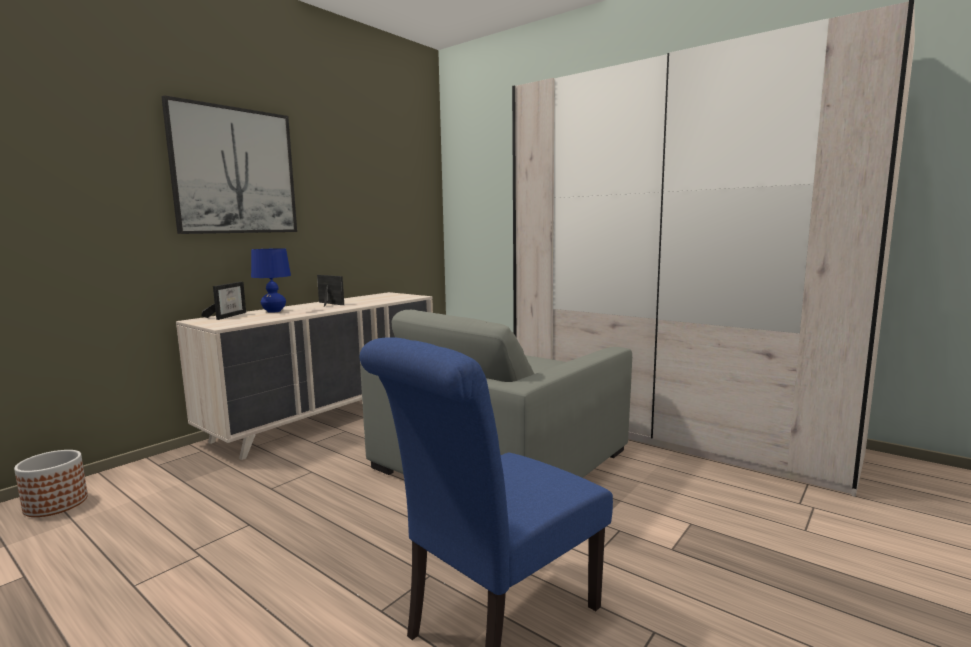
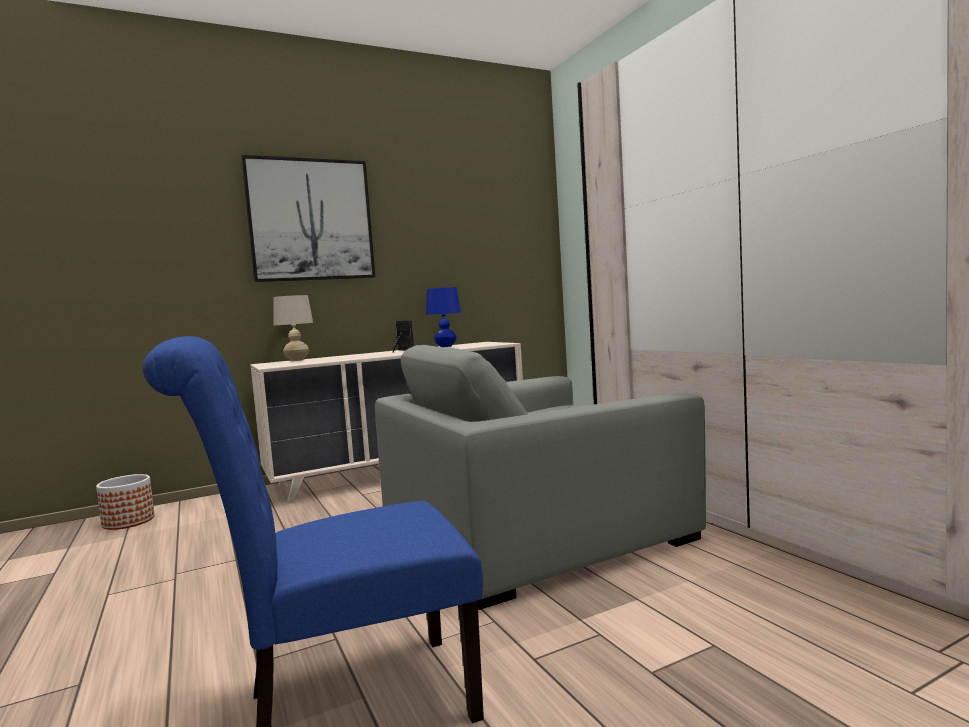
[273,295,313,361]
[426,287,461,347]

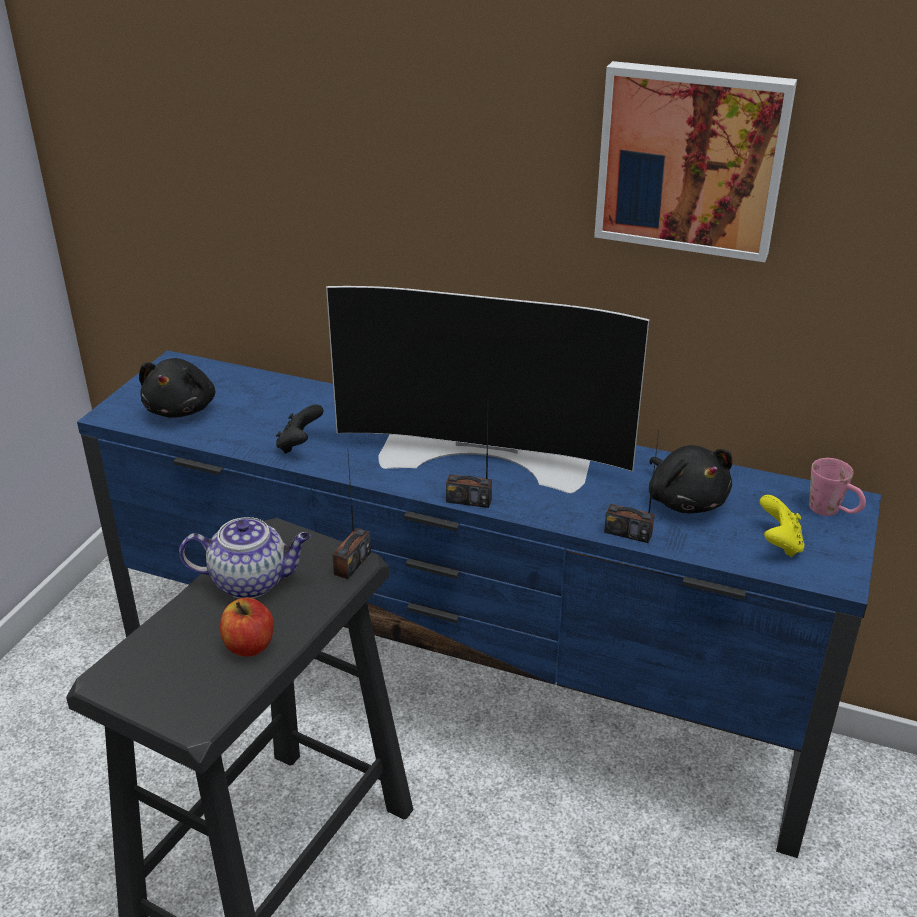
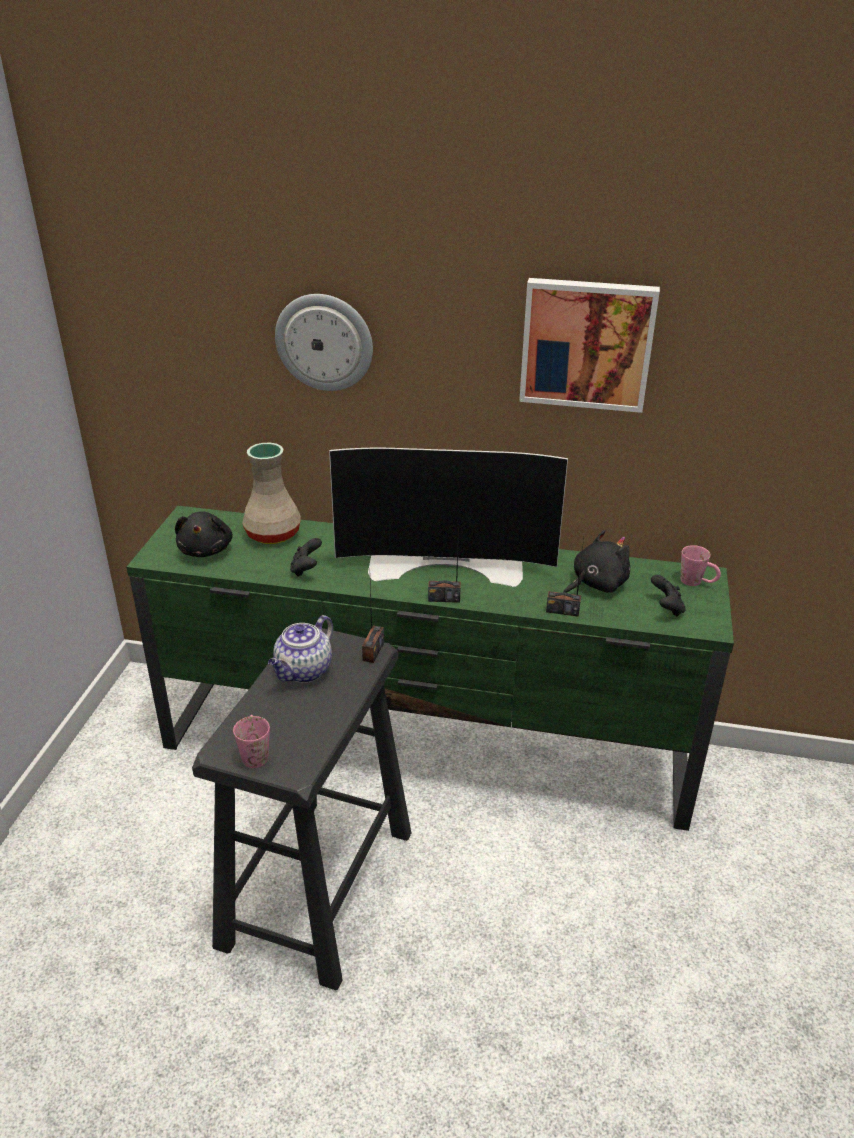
[127,506,734,831]
[268,615,333,683]
[220,598,274,657] (first image)
[564,530,630,593]
[651,575,686,617]
[233,715,270,768]
[242,443,301,544]
[275,294,373,391]

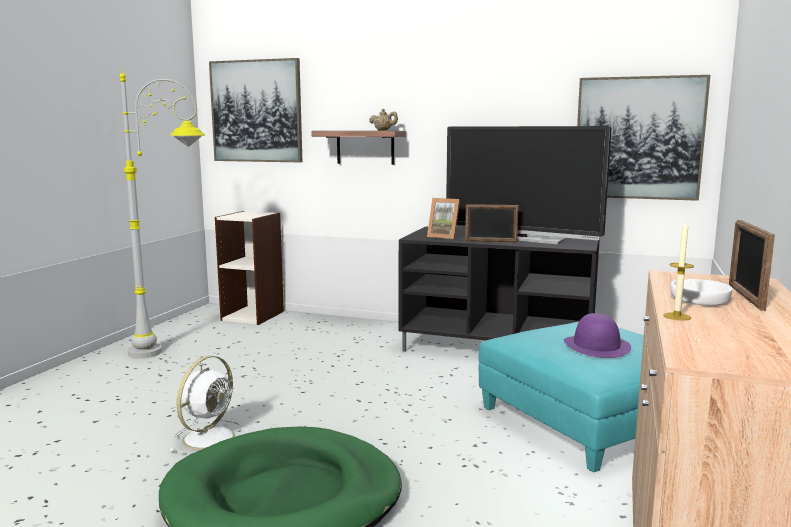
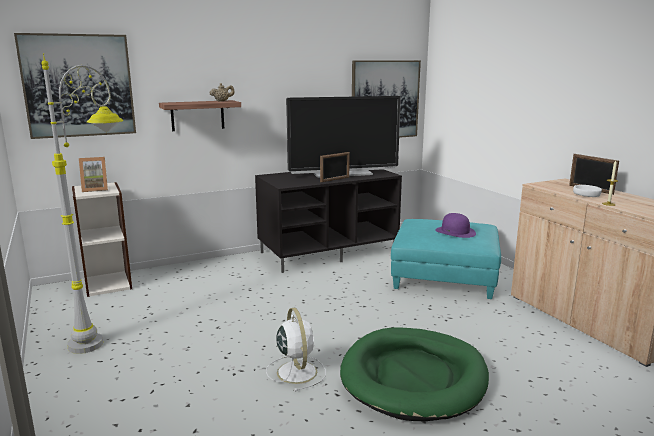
[79,157,108,192]

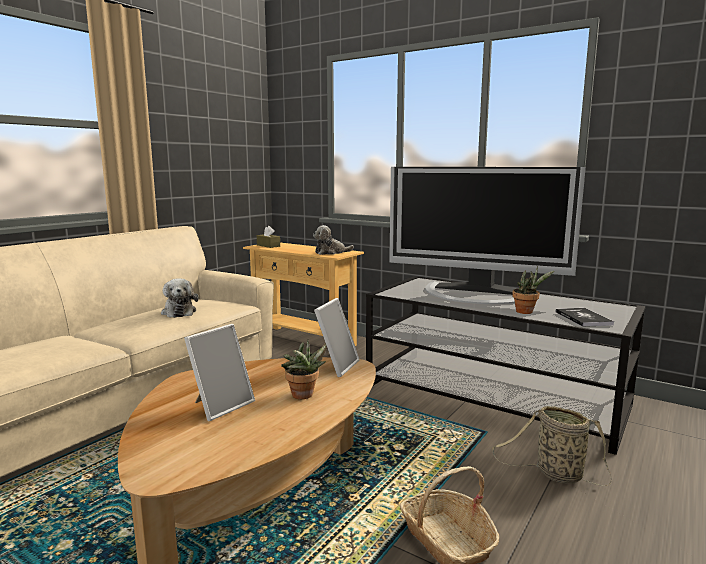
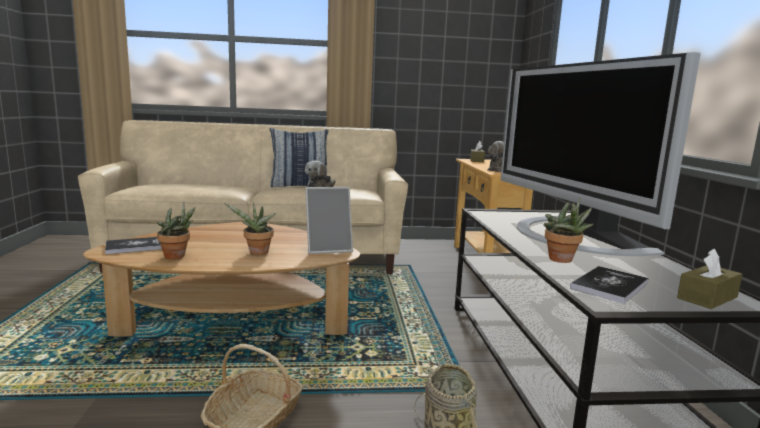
[184,324,255,421] (first image)
[105,237,162,254]
[157,202,196,259]
[270,128,329,187]
[677,248,742,309]

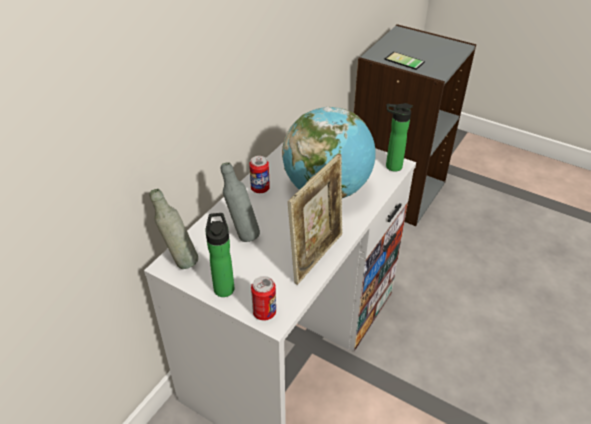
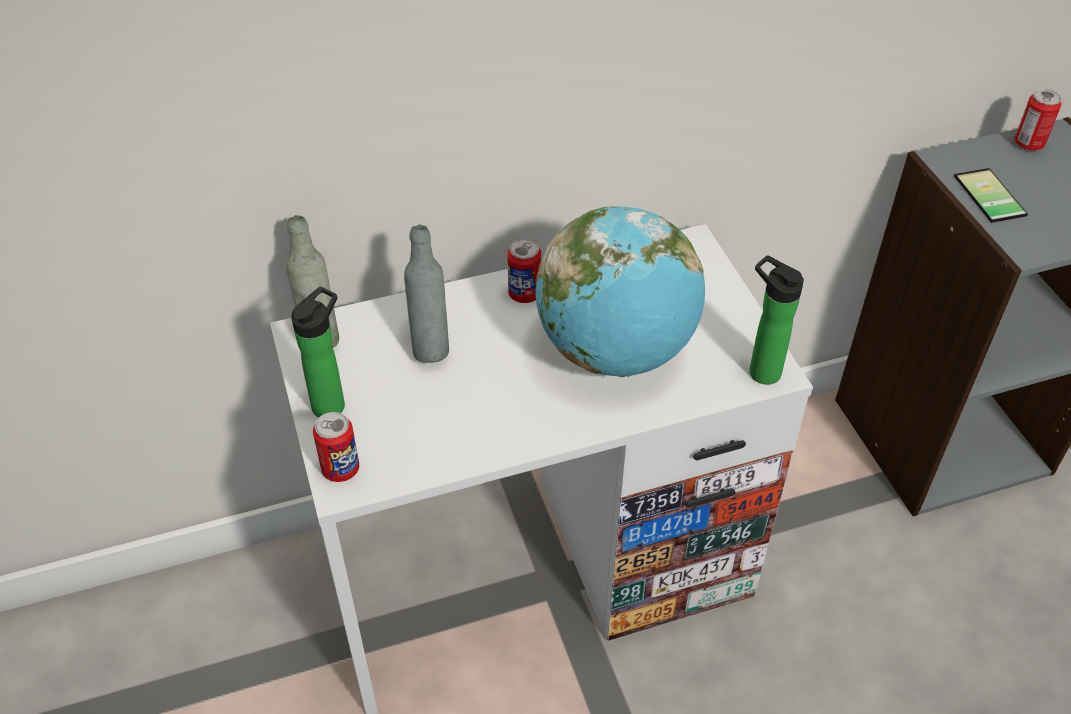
[288,154,343,285] (first image)
[1015,89,1061,151]

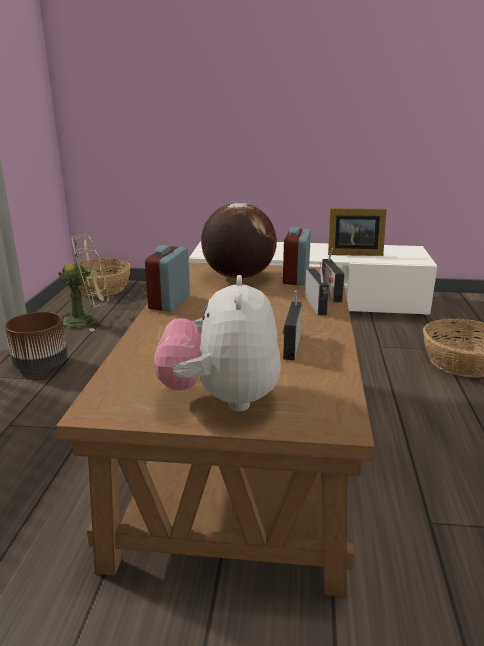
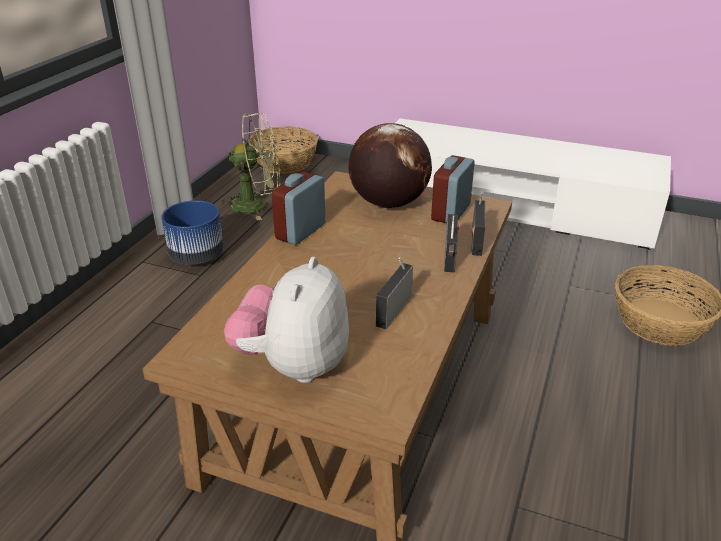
[161,200,224,265]
[328,208,387,256] (first image)

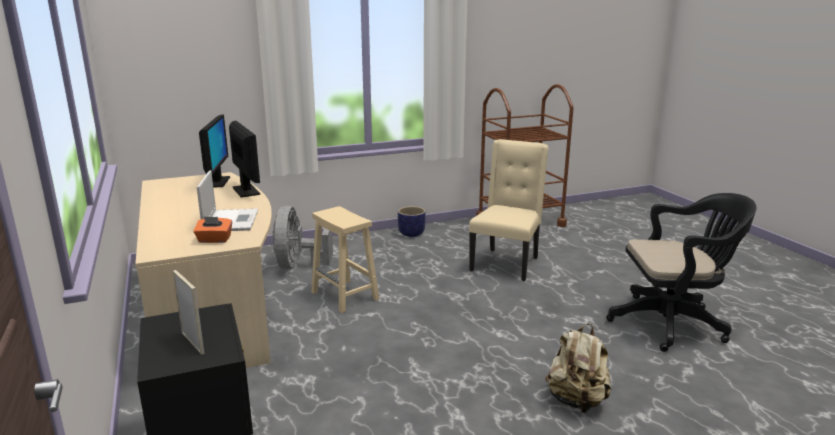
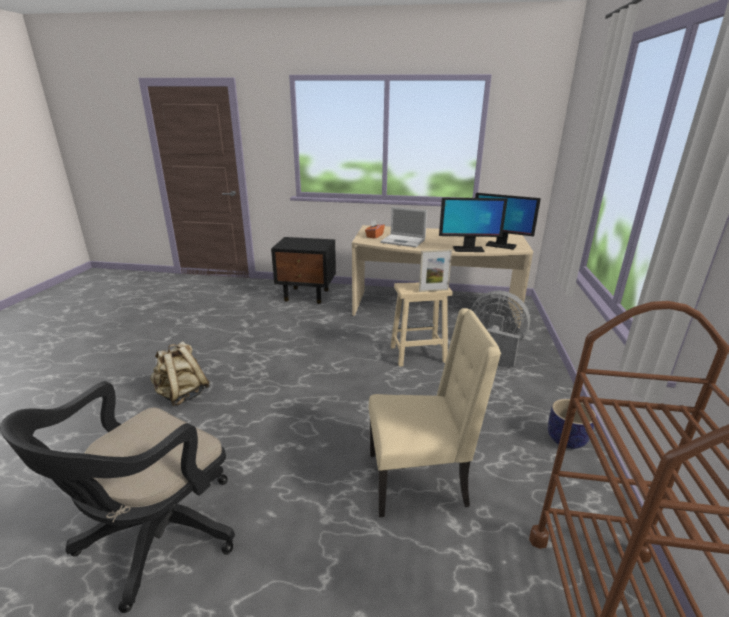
[419,249,452,292]
[368,308,501,517]

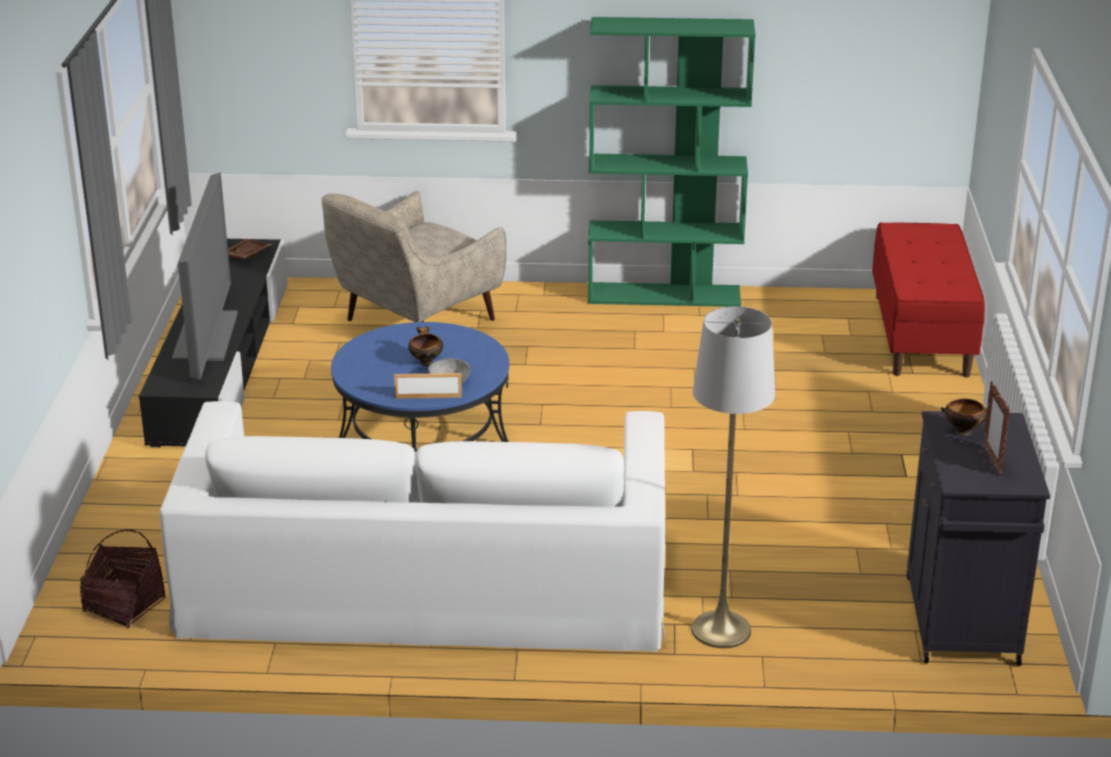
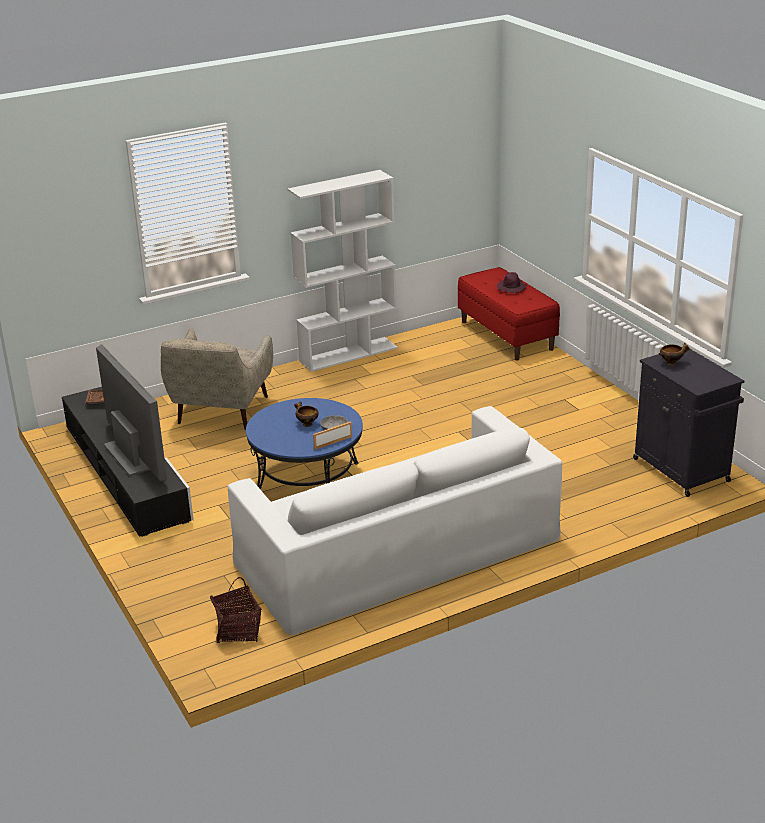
[288,170,398,372]
[692,306,775,648] (first image)
[983,381,1010,475] (first image)
[497,272,527,293]

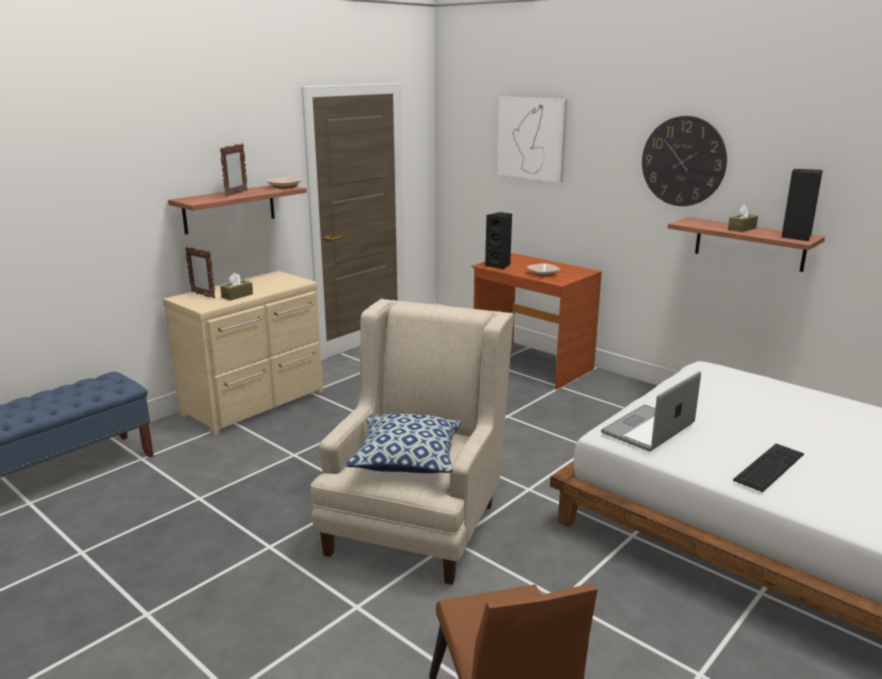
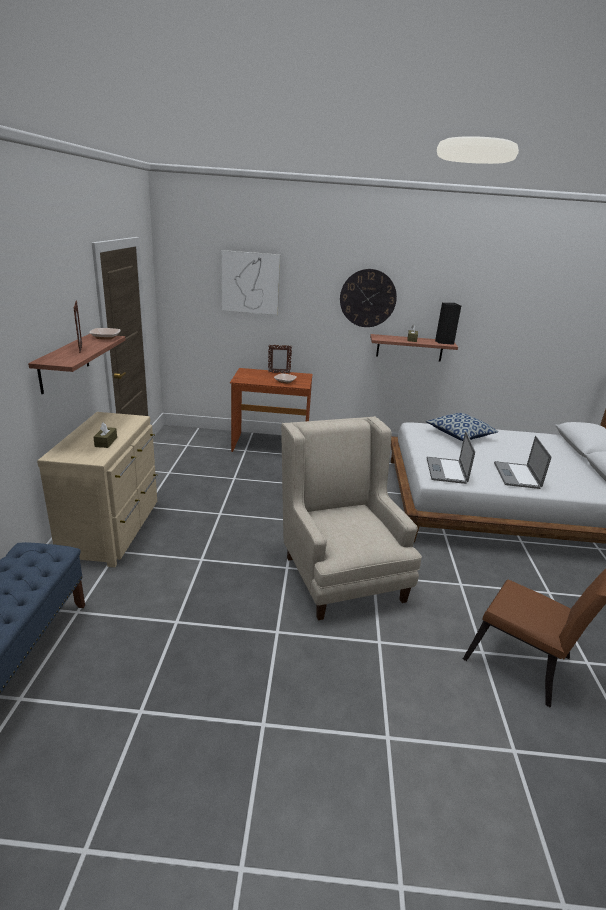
[268,345,292,374]
[426,413,499,441]
[485,212,512,269] (first image)
[494,436,551,489]

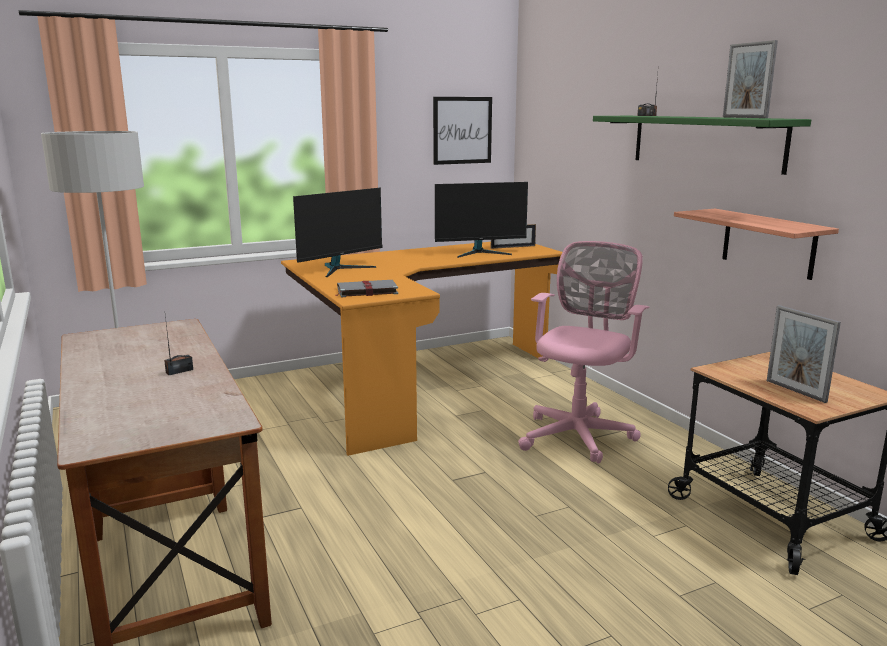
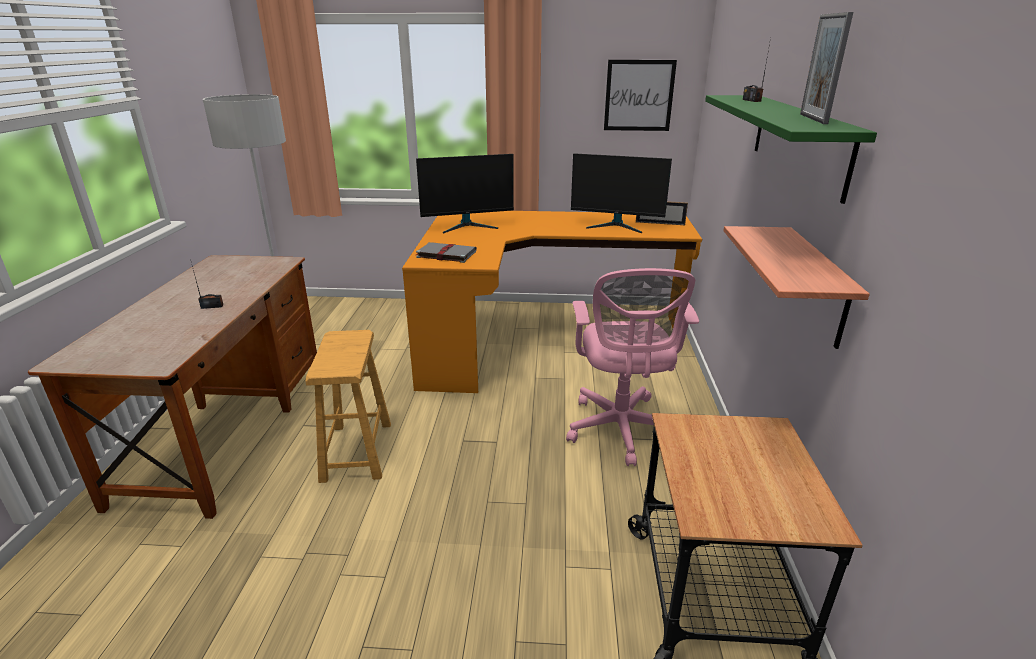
[566,268,699,466]
[767,305,841,403] (first image)
[305,330,391,483]

